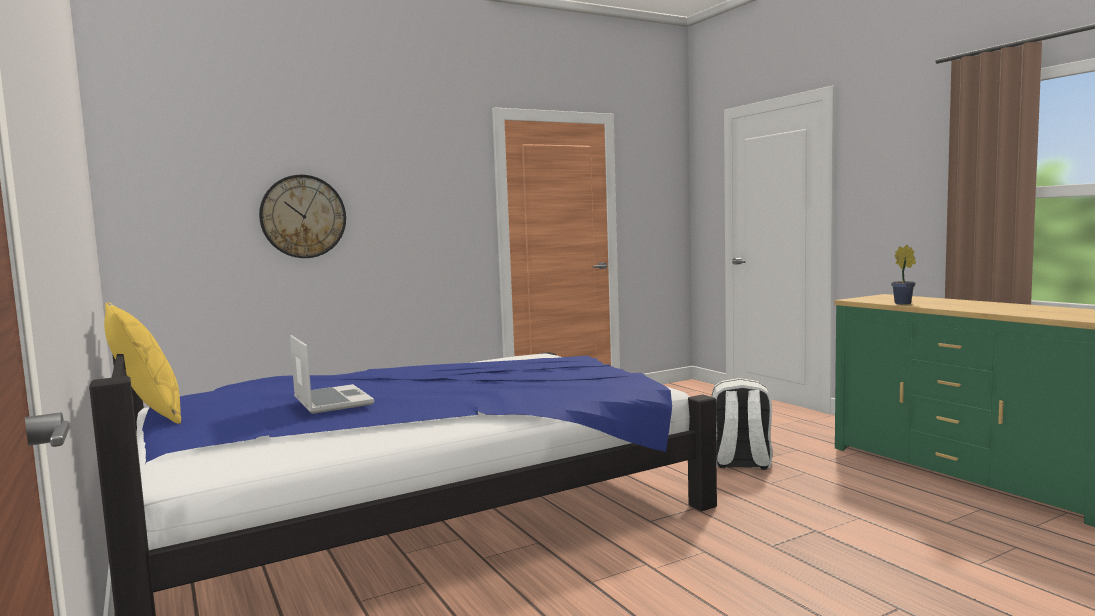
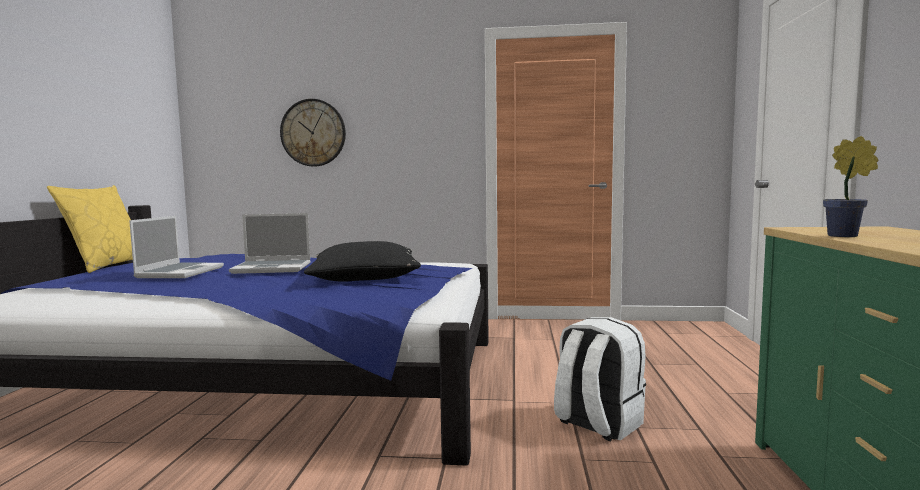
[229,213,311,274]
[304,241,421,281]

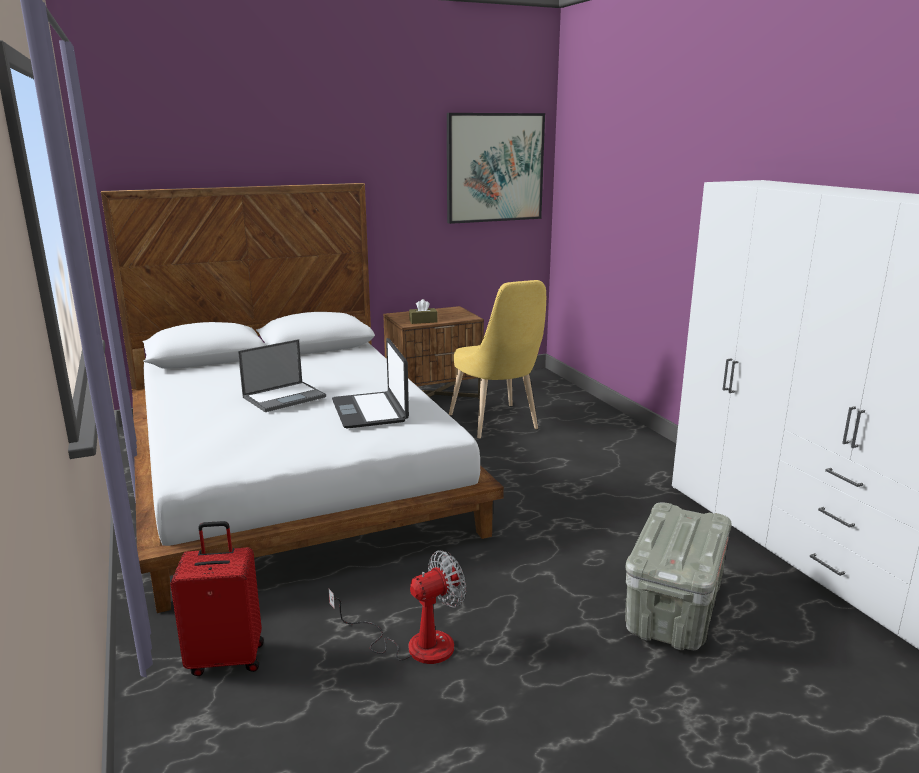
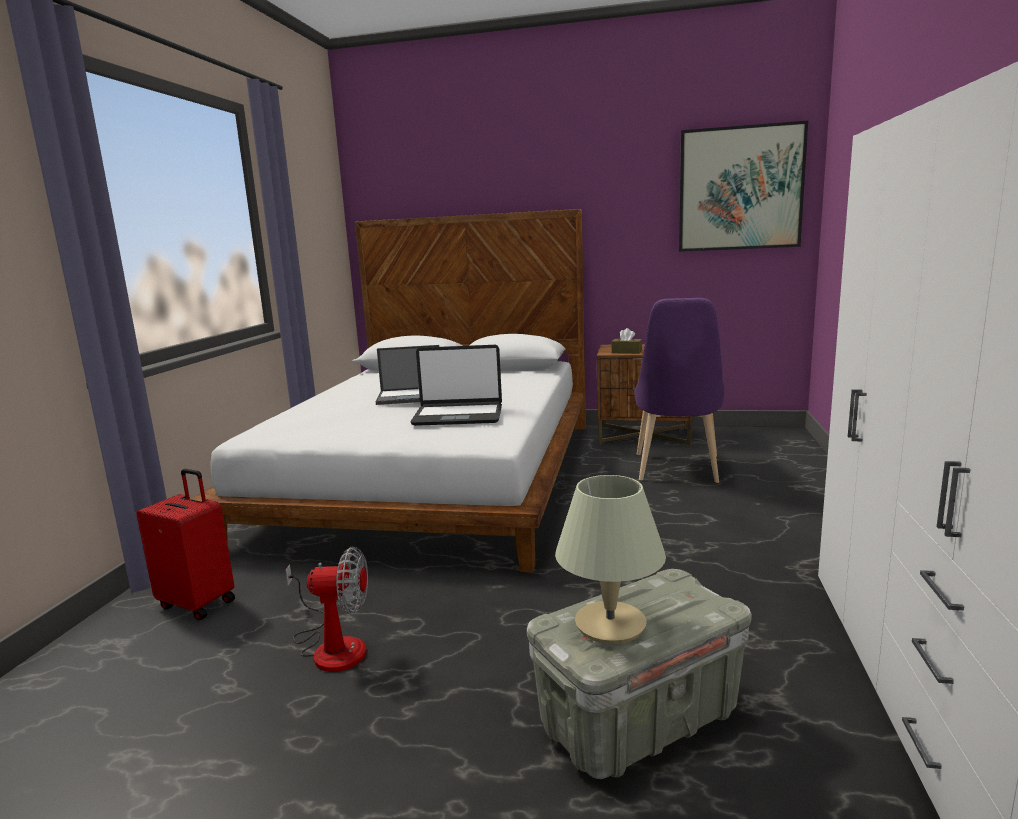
[410,345,502,426]
[634,298,725,483]
[555,475,666,644]

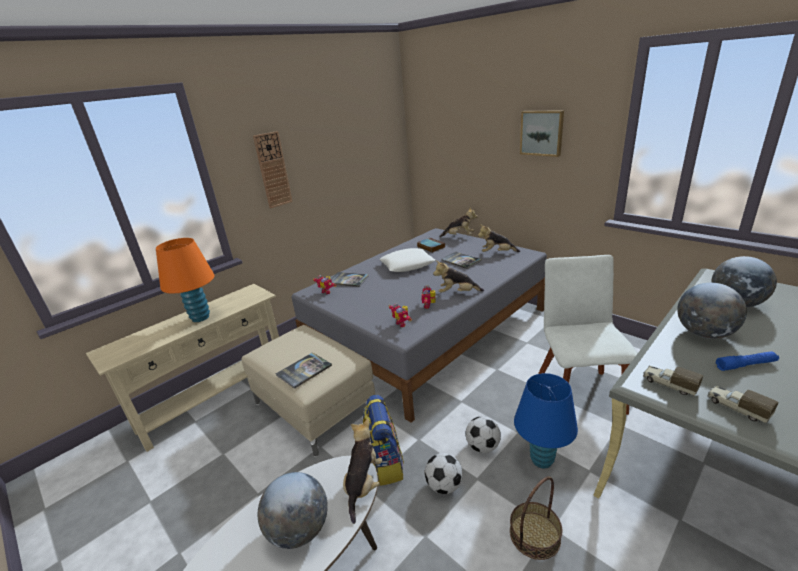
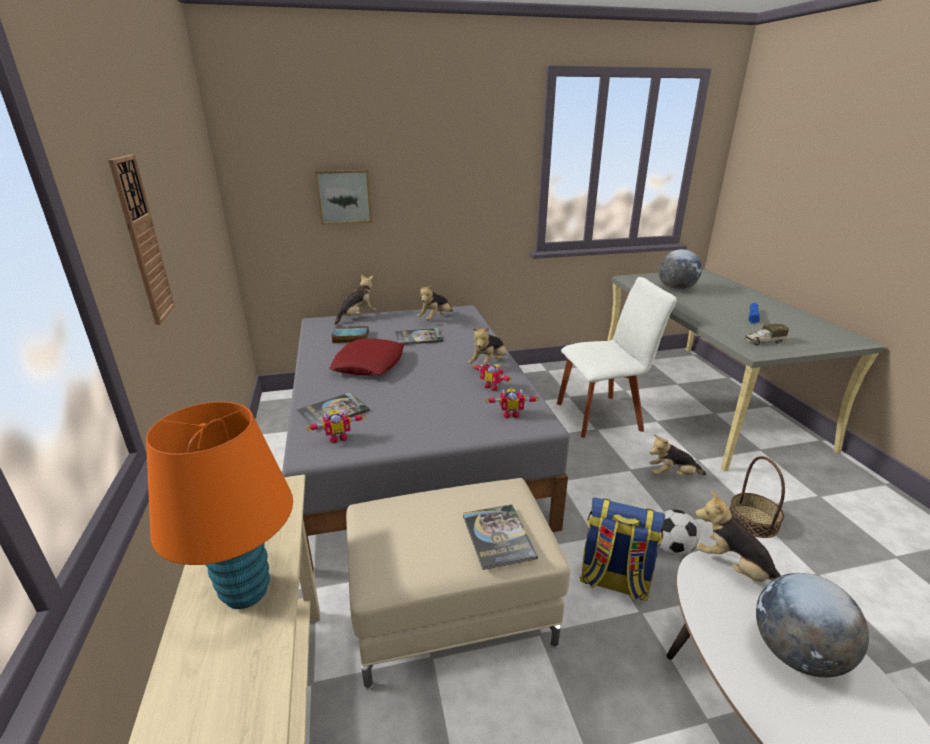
[330,338,404,376]
[465,416,501,453] (first image)
[650,435,706,475]
[315,170,372,225]
[557,277,677,438]
[677,283,747,339] (first image)
[707,386,779,423] (first image)

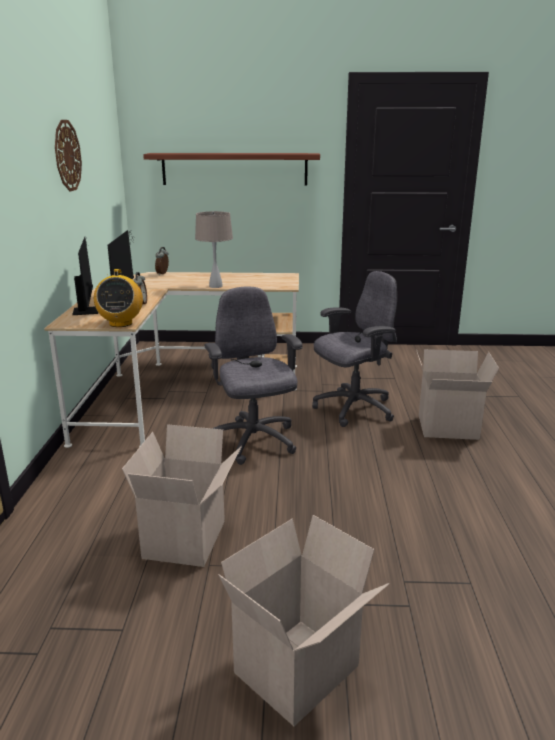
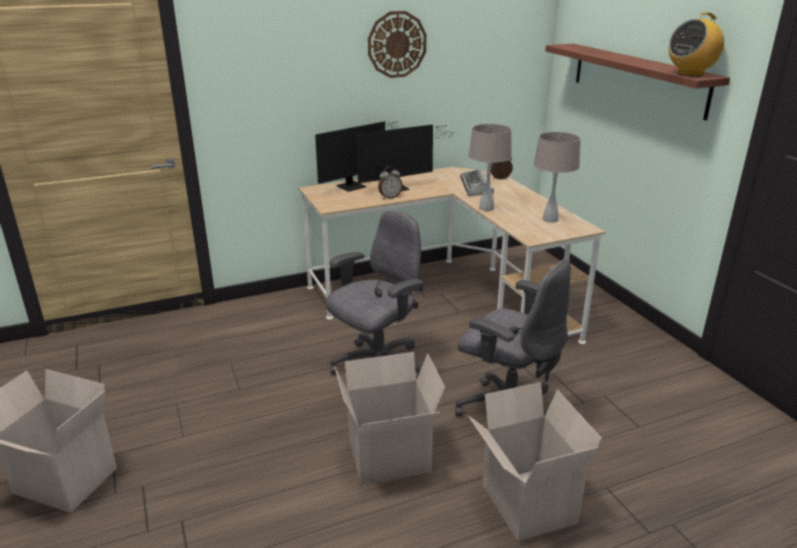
[669,12,724,77]
[335,352,445,485]
[461,169,494,196]
[534,132,581,223]

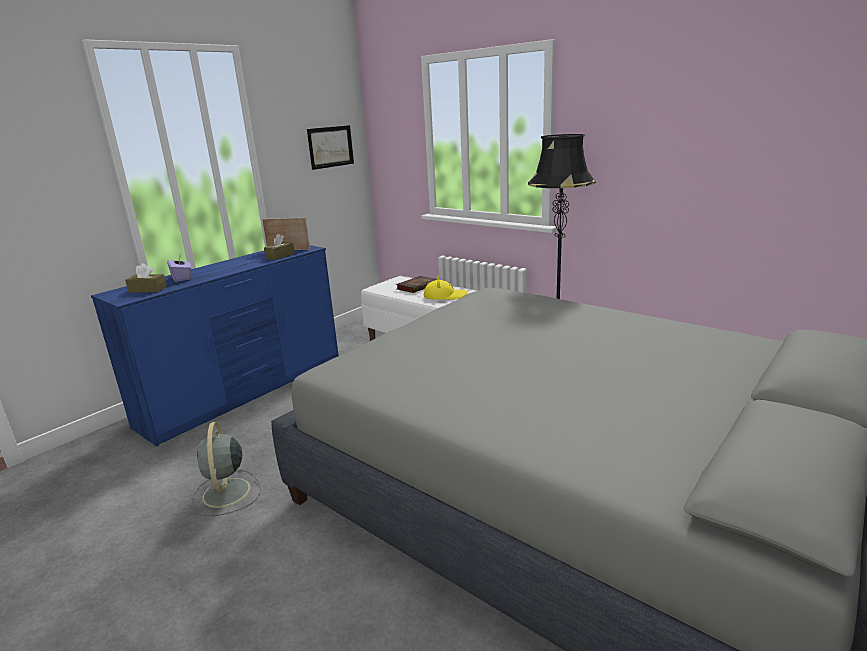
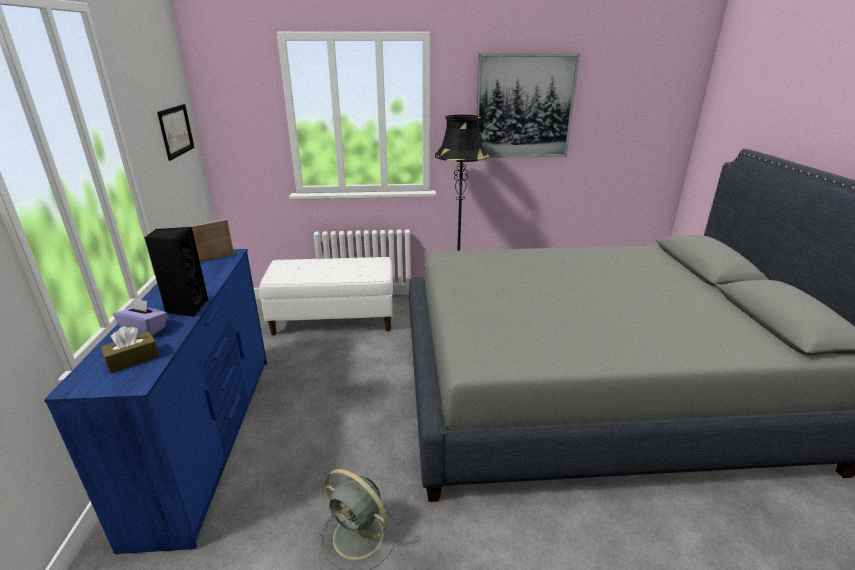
[264,234,295,260] (first image)
[396,276,437,293] (first image)
[424,276,468,300] (first image)
[144,227,208,317]
[476,54,580,158]

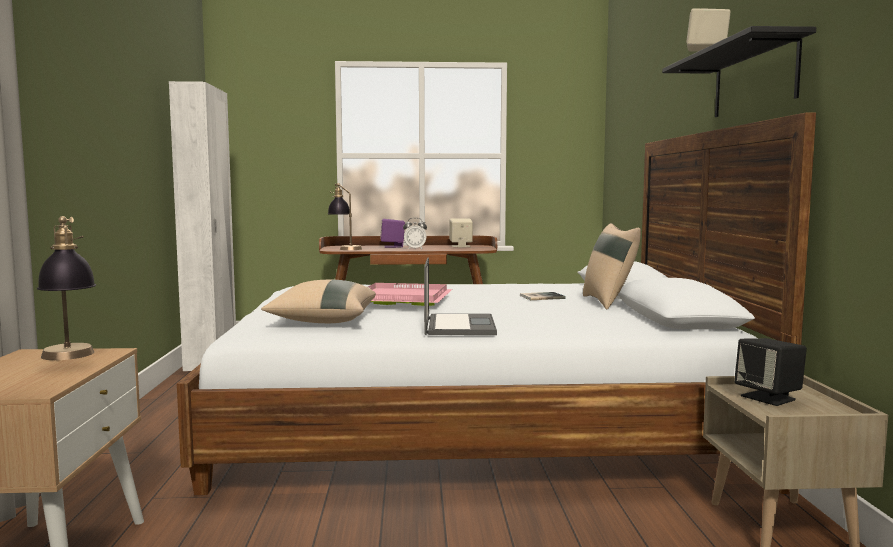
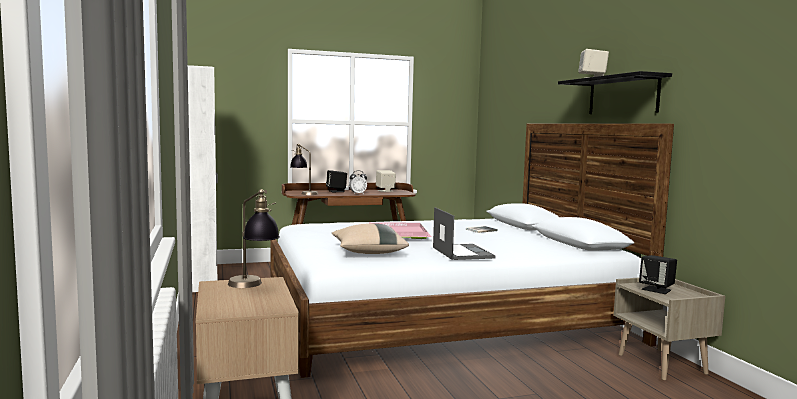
[326,170,347,192]
[583,223,641,310] (first image)

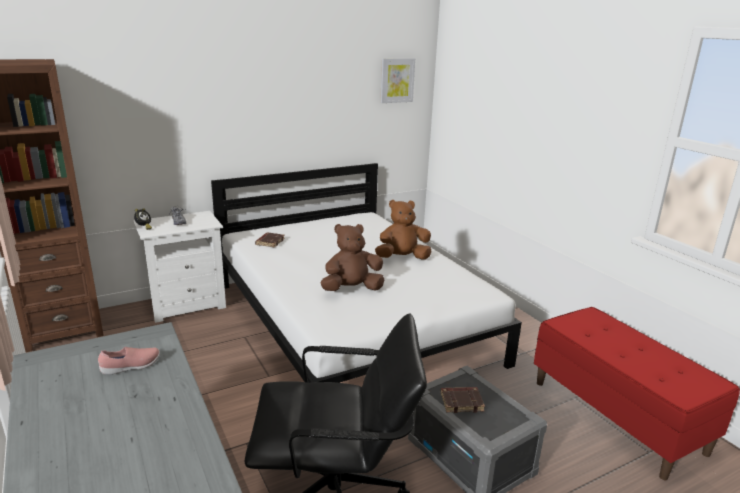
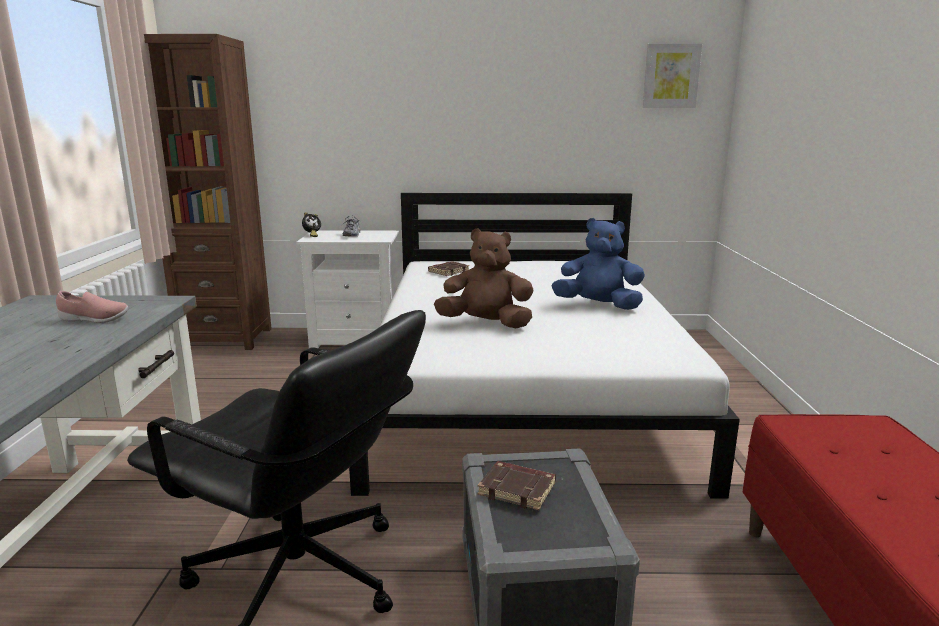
[552,218,645,310]

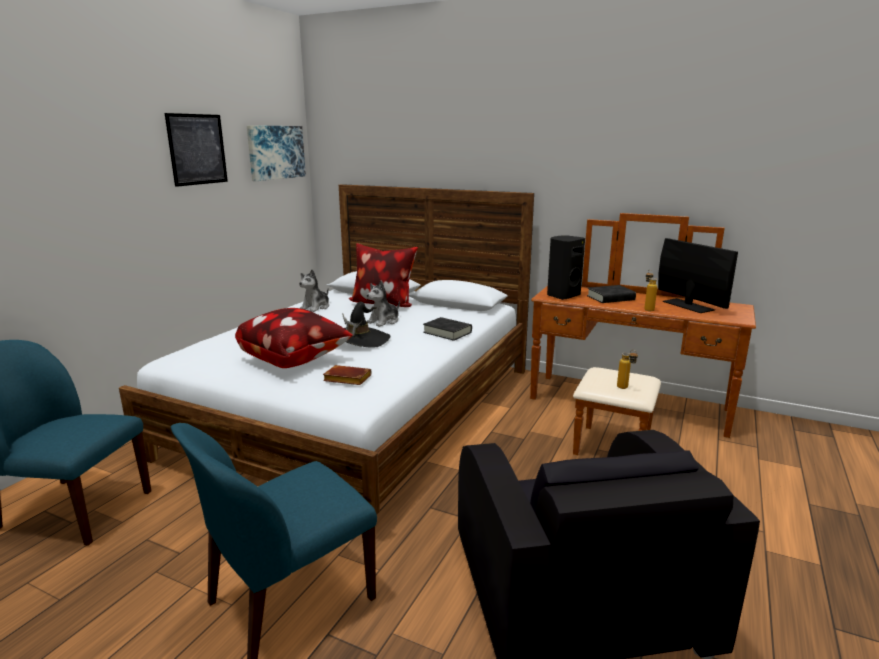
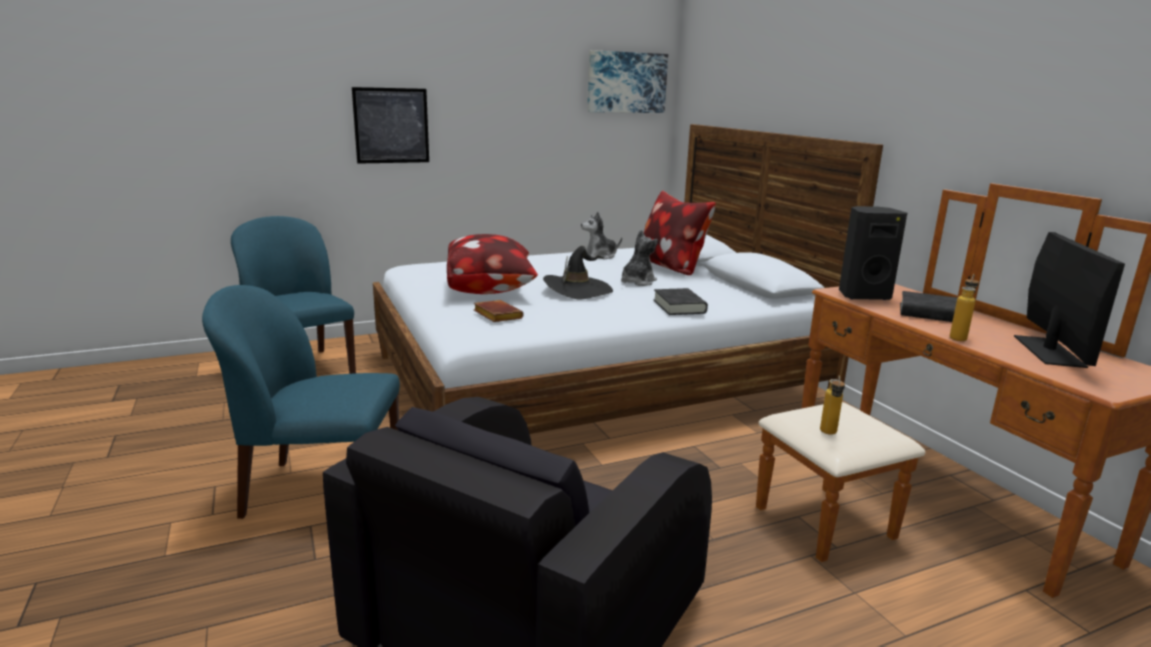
[352,87,429,164]
[621,230,658,286]

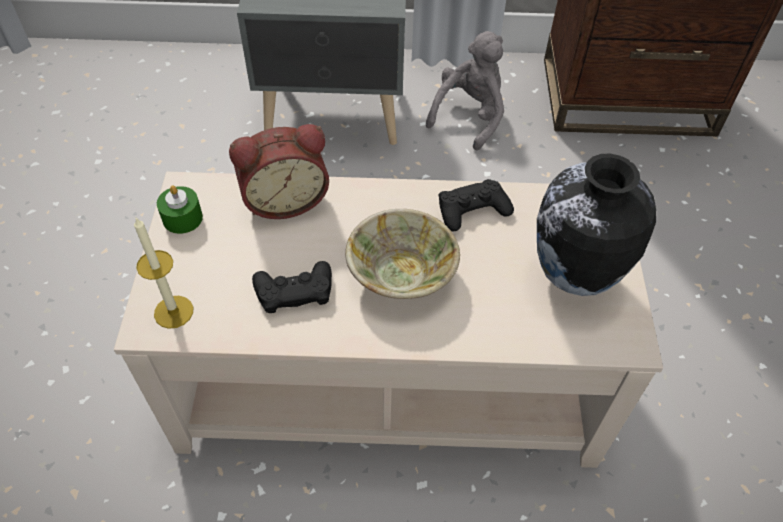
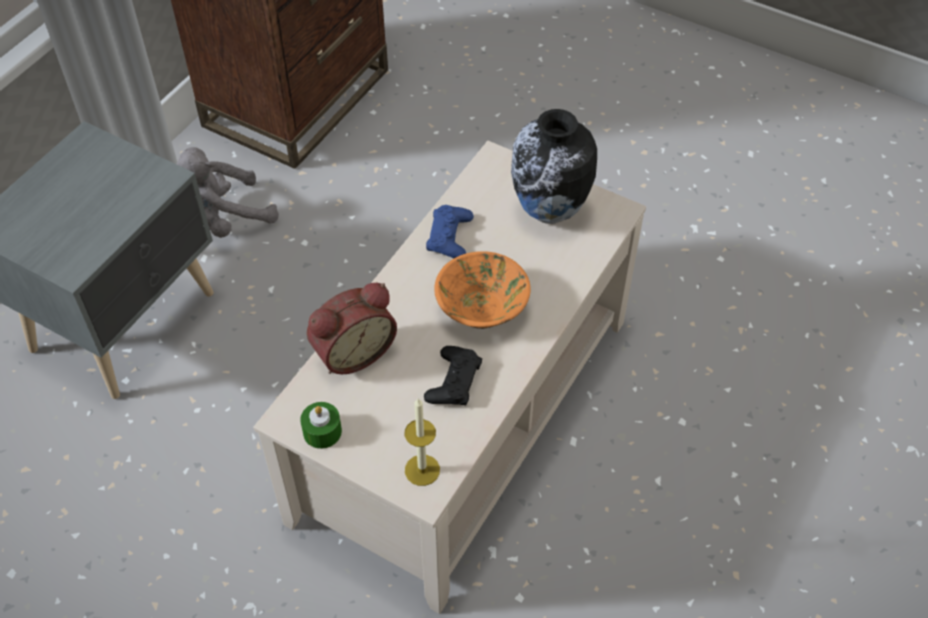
[307,282,397,374]
[434,251,531,329]
[177,147,279,238]
[426,205,474,258]

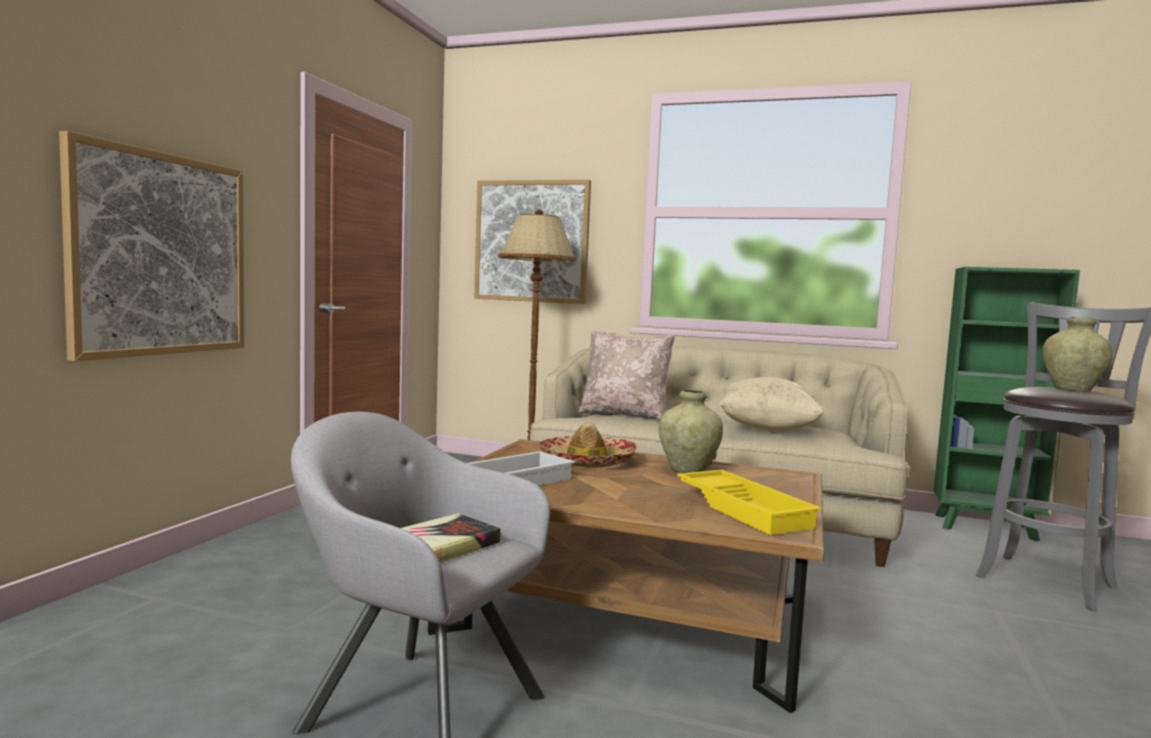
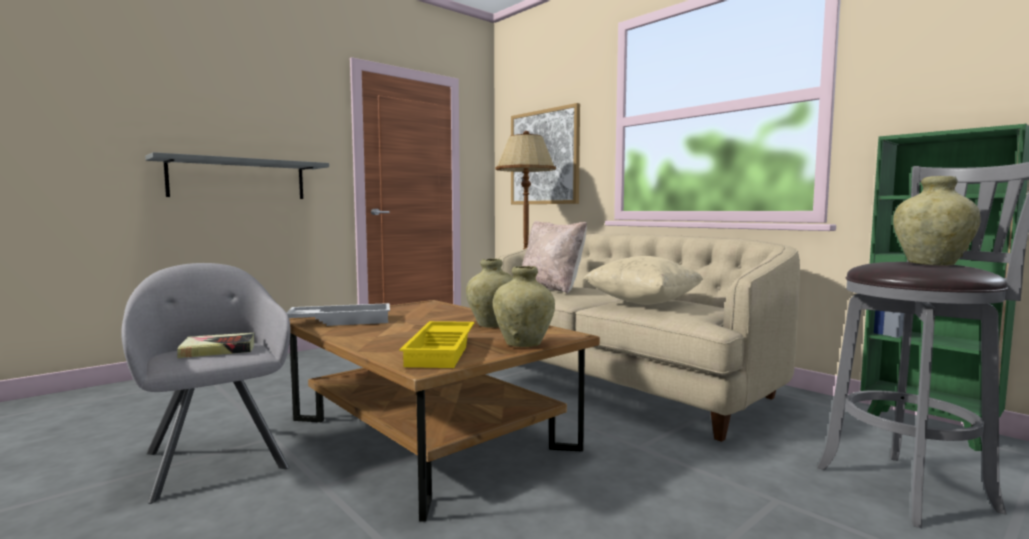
[145,152,329,199]
[538,423,637,468] (first image)
[493,266,555,347]

